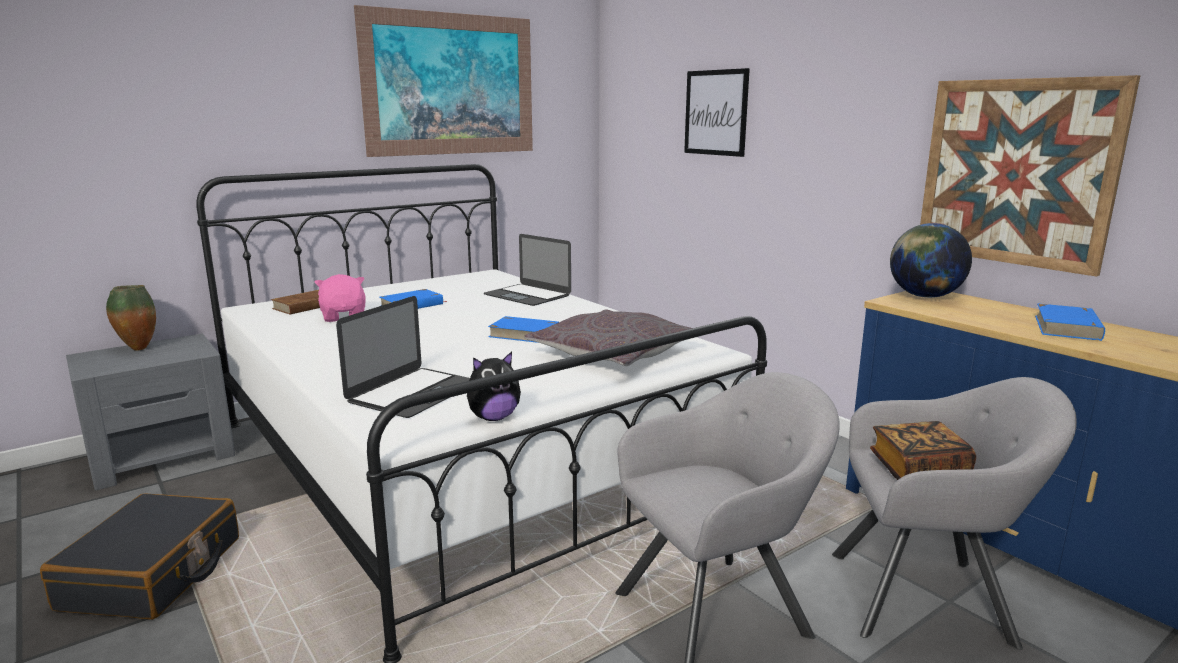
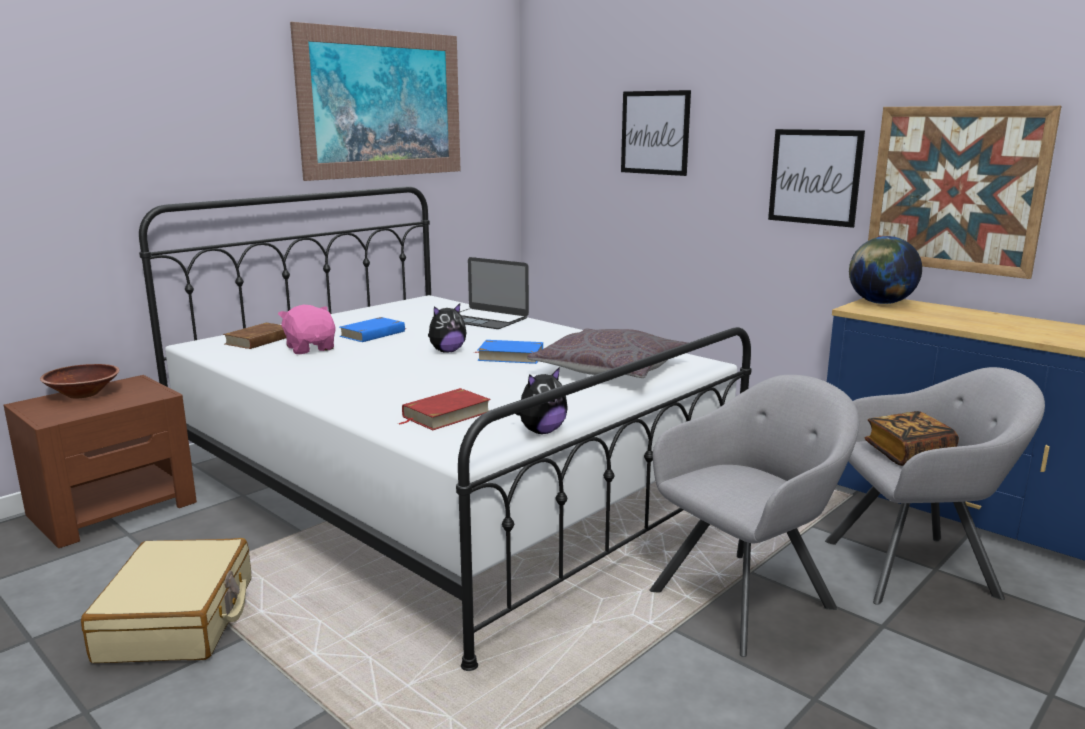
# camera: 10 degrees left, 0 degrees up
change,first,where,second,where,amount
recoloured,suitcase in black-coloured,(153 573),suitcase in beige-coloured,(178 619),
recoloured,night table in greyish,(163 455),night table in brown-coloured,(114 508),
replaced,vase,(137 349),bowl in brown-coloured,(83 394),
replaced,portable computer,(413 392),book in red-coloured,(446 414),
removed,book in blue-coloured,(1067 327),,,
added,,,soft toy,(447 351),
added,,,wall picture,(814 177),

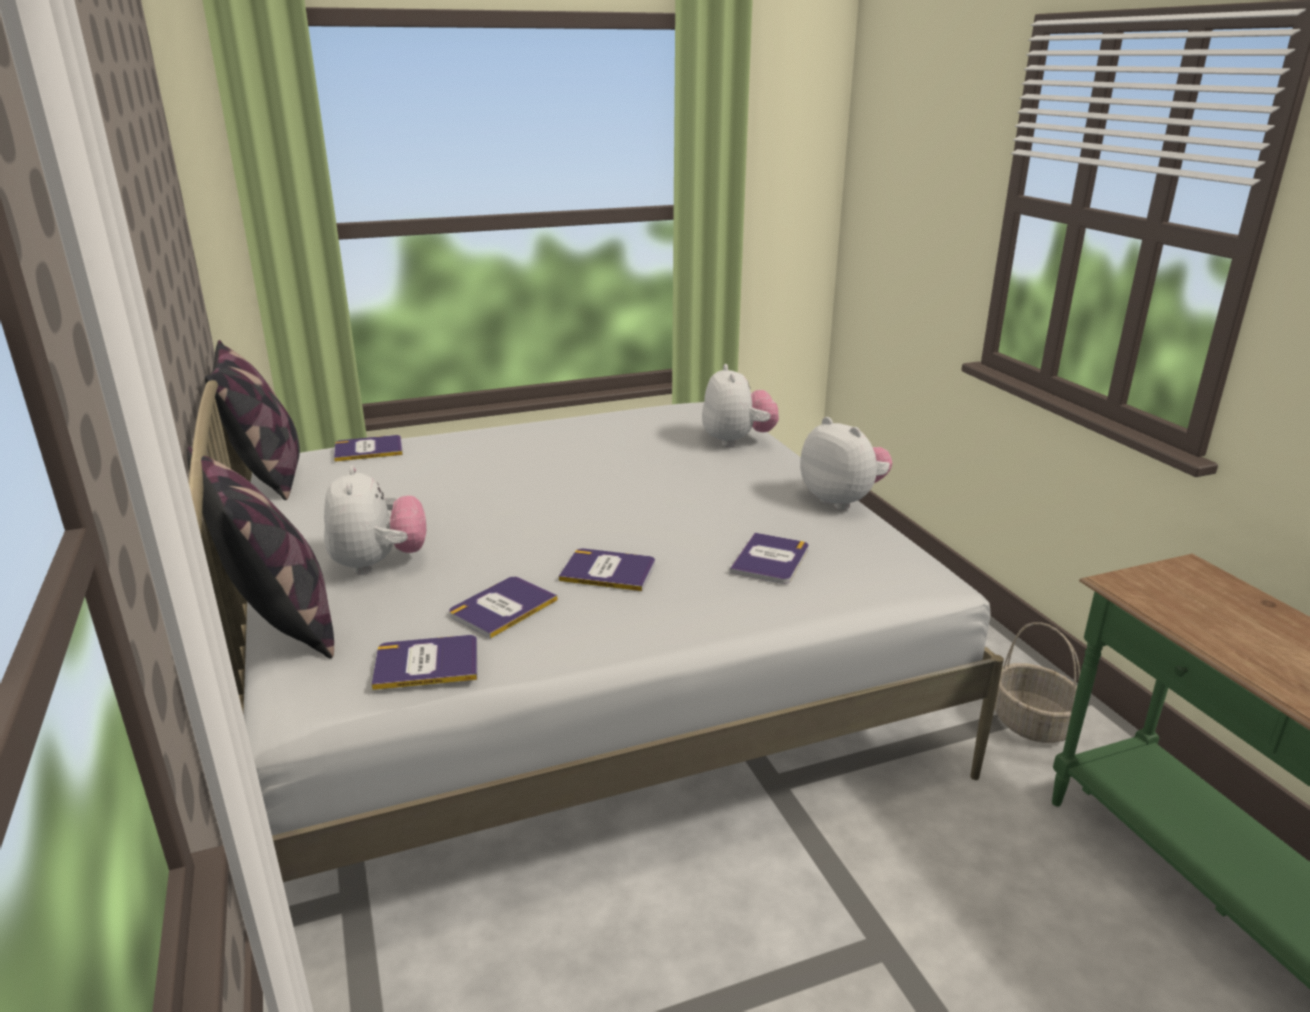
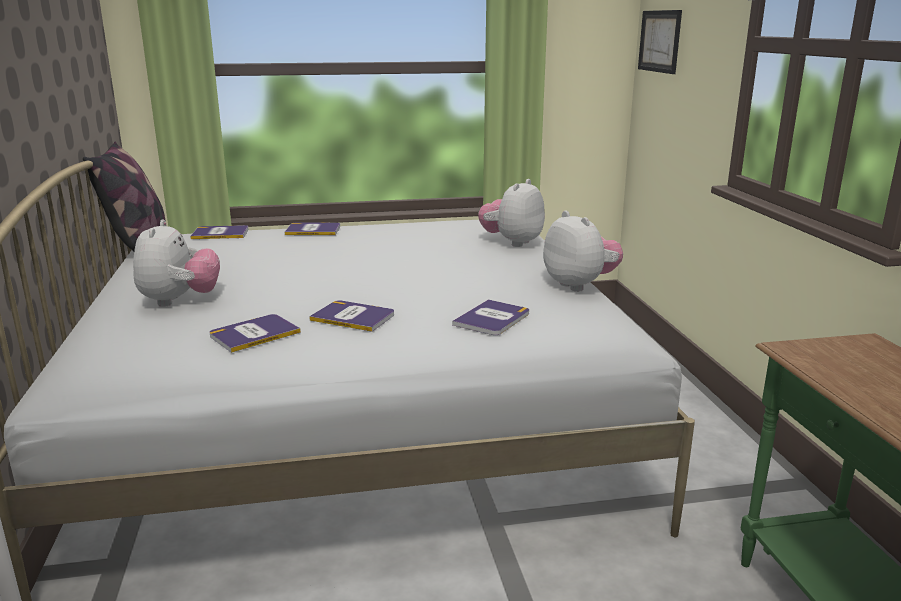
# camera: 10 degrees right, 5 degrees down
change,first,where,second,where,amount
removed,pillow,(281 622),,,
moved,book,(427 663),,(313 230),
turned,soft toy,(737 441),,(512 242),150 degrees counterclockwise
removed,household basket,(1030 723),,,
added,,,wall picture,(660 41),

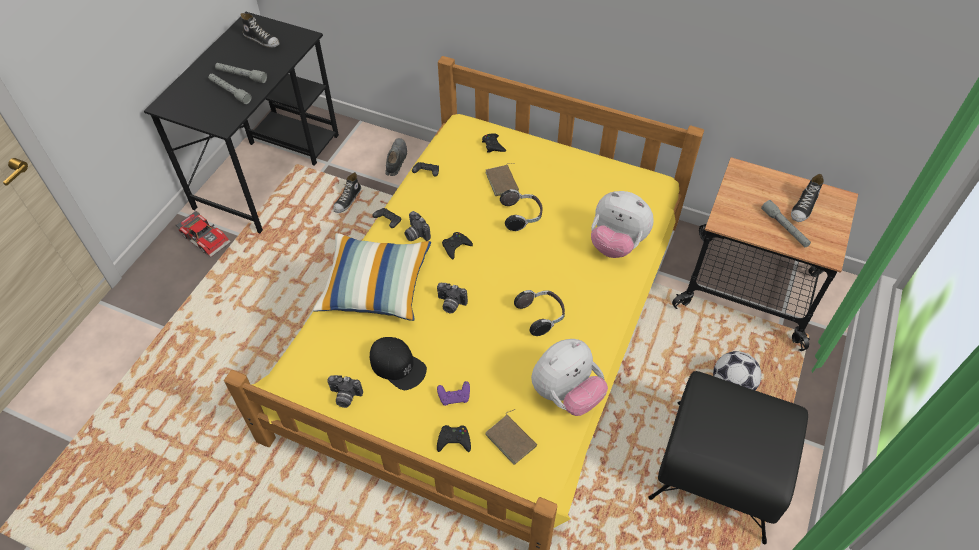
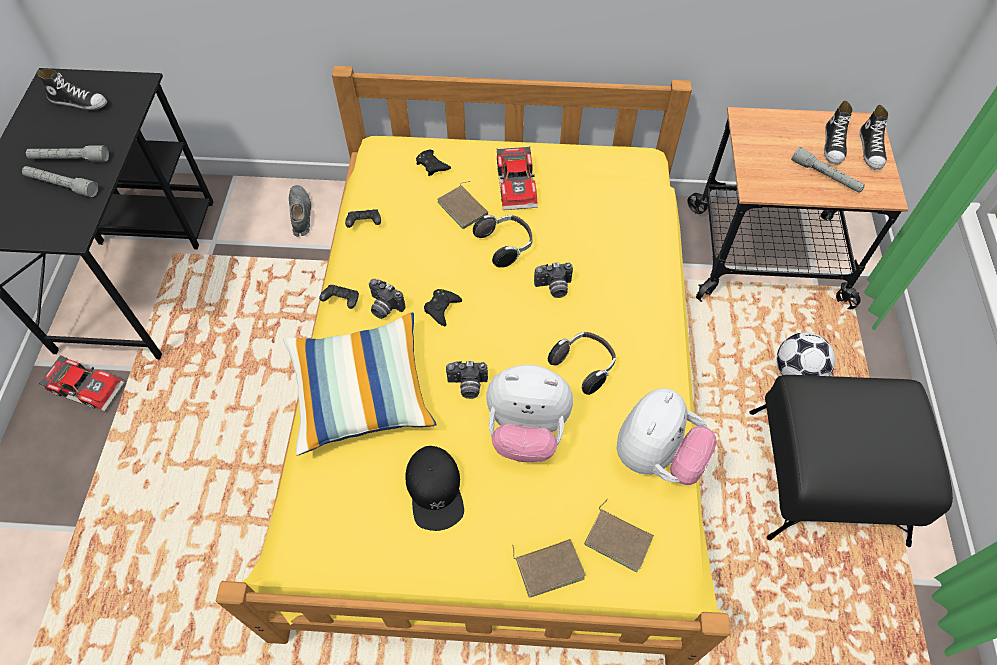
# camera: 20 degrees left, 5 degrees up
change,first,where,second,where,amount
moved,still camera,(345 397),,(554 288),
moved,item of footwear,(348 200),,(871 149),
turned,cap in black-coloured,(397 365),,(435 490),60 degrees clockwise
removed,gamepad in purplish,(454 397),,,
replaced,gamepad in black-coloured,(454 440),book in brown-coloured,(549 566),
moved,soft toy,(616 244),,(526 431),
added,,,miniature car,(518 184),

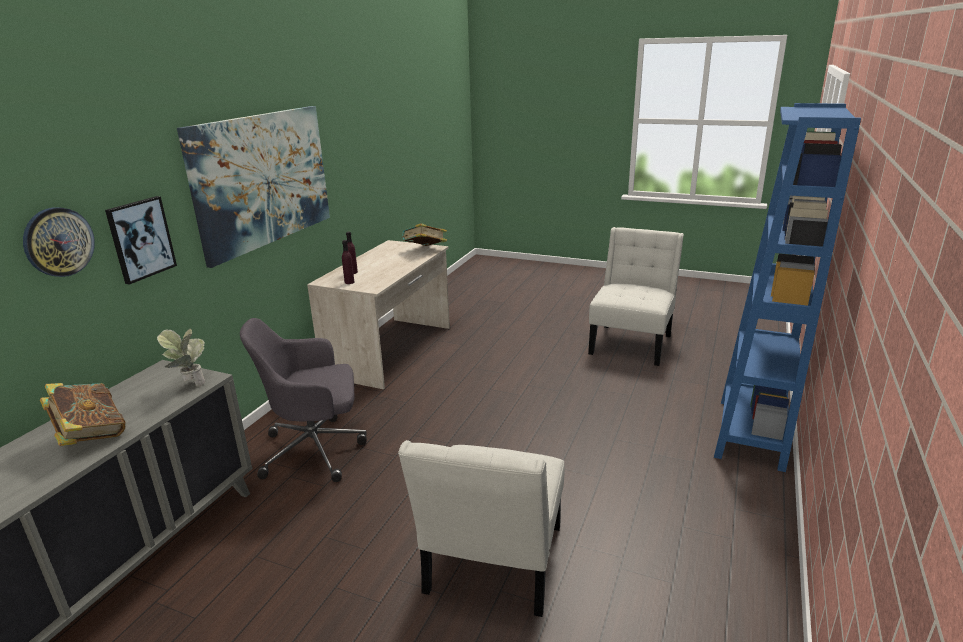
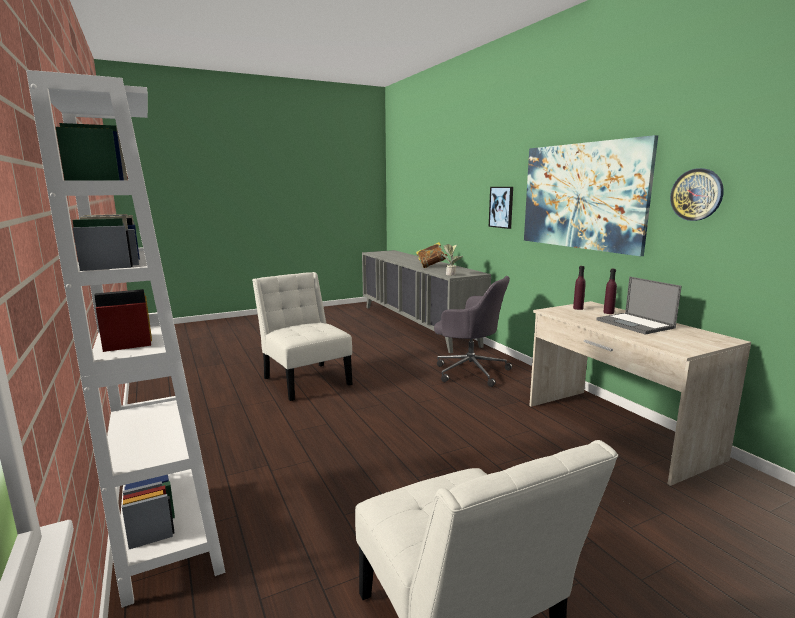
# camera: 130 degrees right, 10 degrees down
change,first,where,second,where,amount
moved,clock on the wall,(58 242),,(696 194),
turned,computer chair in greyish,(316 450),,(469 371),90 degrees clockwise
removed,book,(424 250),,,
recoloured,bookshelf in blue-coloured,(750 434),bookshelf in whitish,(171 538),
added,,,portable computer,(636 324),

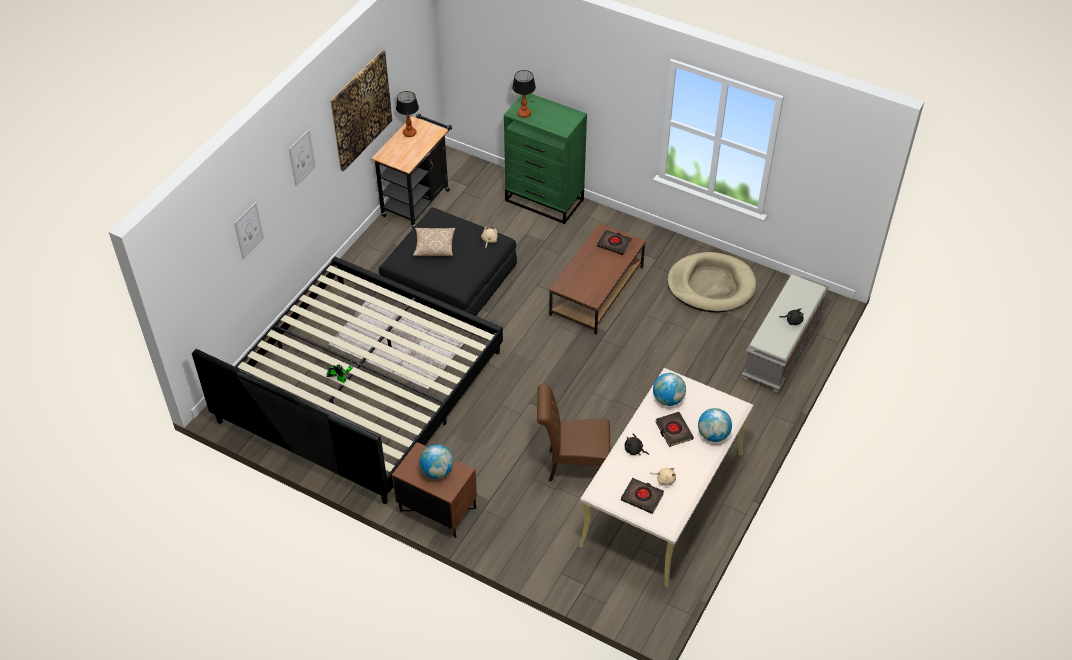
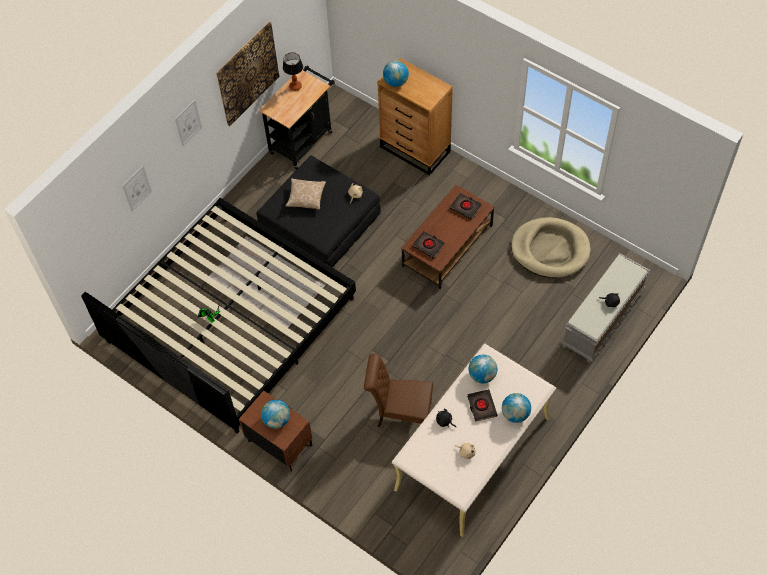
# camera: 10 degrees right, 10 degrees up
change,first,where,second,where,amount
recoloured,drawer chest in greenish,(545 200),drawer chest in brown-coloured,(415 150),
replaced,lamp for a table,(524 113),desk globe,(395 82),
moved,book in black-coloured,(642 497),,(428 246),

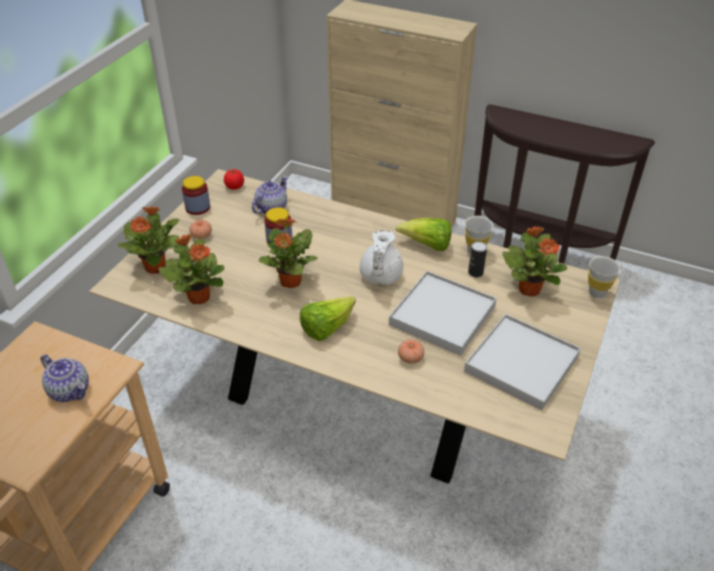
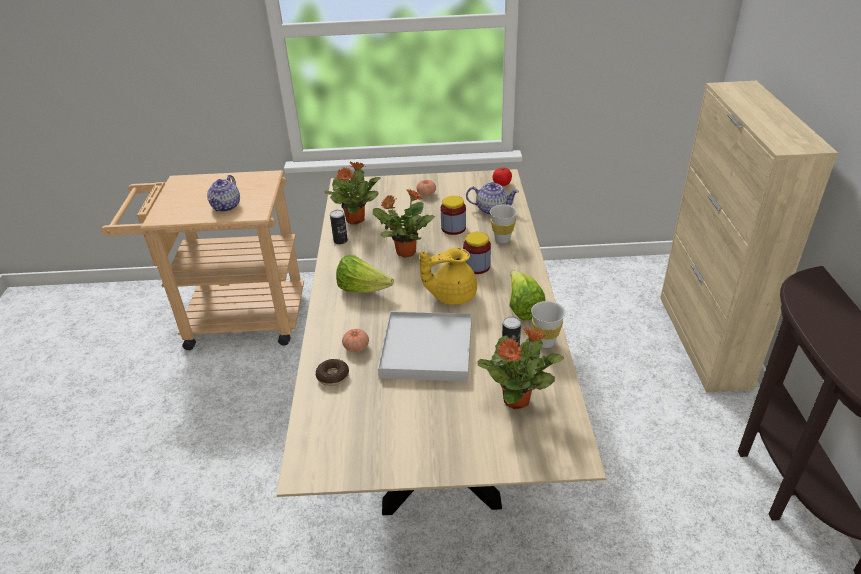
# camera: 65 degrees right, 5 degrees down
change,first,where,second,where,amount
removed,plant in a pot,(156 266),,,
moved,storage jar,(198 207),,(476 266),
recoloured,pot for tea in whitish,(380 277),pot for tea in yellow,(451 295),
removed,tray in whitish,(521 364),,,
moved,cup in whitish,(597 293),,(502 239),
added,,,doughnut,(333 376),
added,,,sealed can,(340 241),

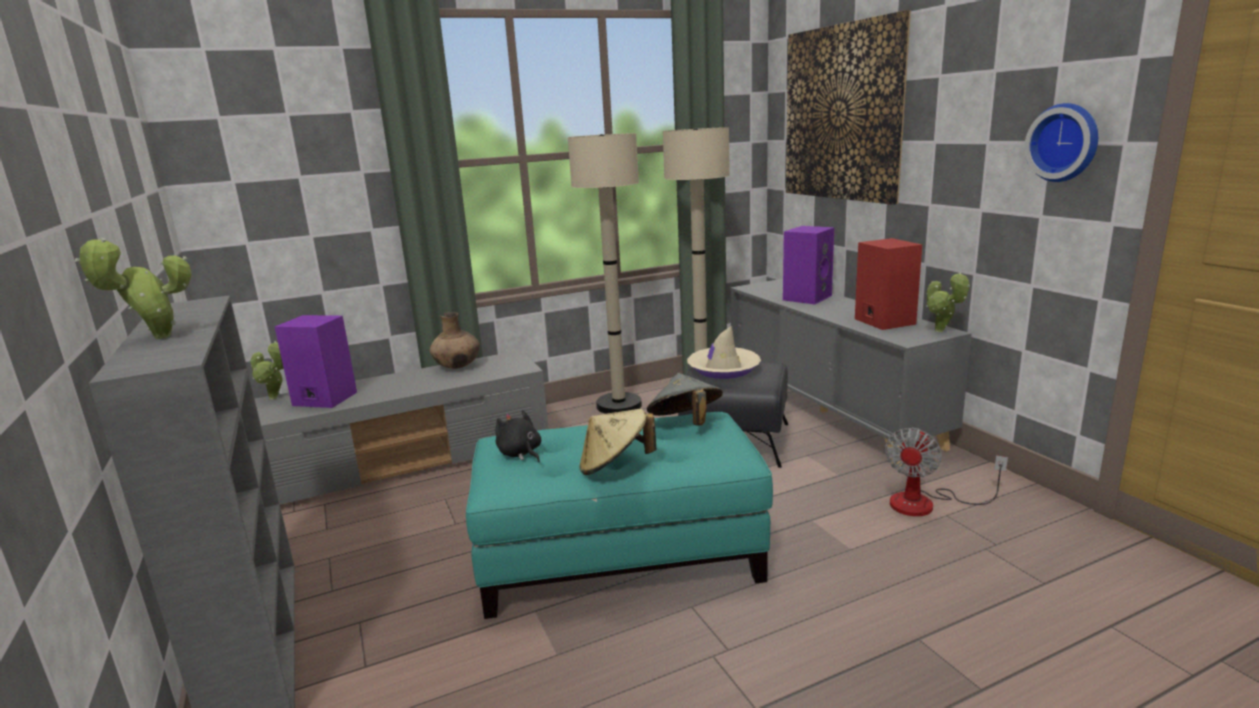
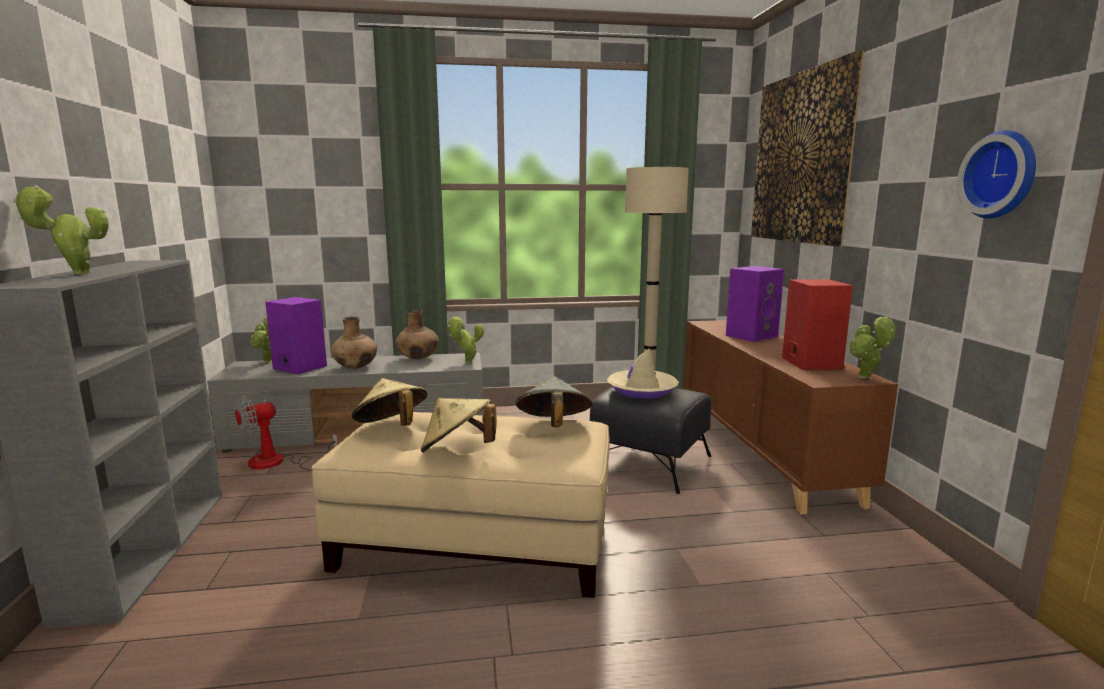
# camera: 15 degrees right, 5 degrees down
change,first,where,second,where,amount
recoloured,footrest in turquoise-coloured,(619 553),footrest in beige-coloured,(476 541),
replaced,soft toy in black-coloured,(520 454),clothing hat in beige-coloured,(391 427),
removed,standard lamp in beige-coloured,(619 405),,,
recoloured,cupboard in greyish,(829 410),cupboard in brown-coloured,(761 450),
moved,electric fan,(926 503),,(277 463),
added,,,vase in brown-coloured,(355 367),
added,,,plant in a pot,(466 362),

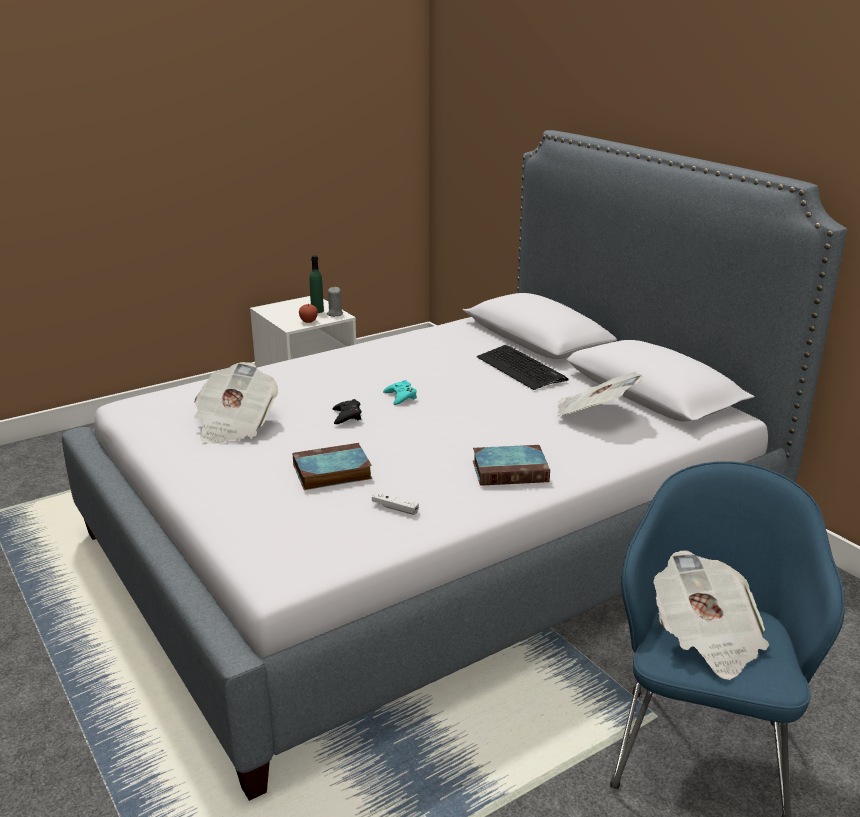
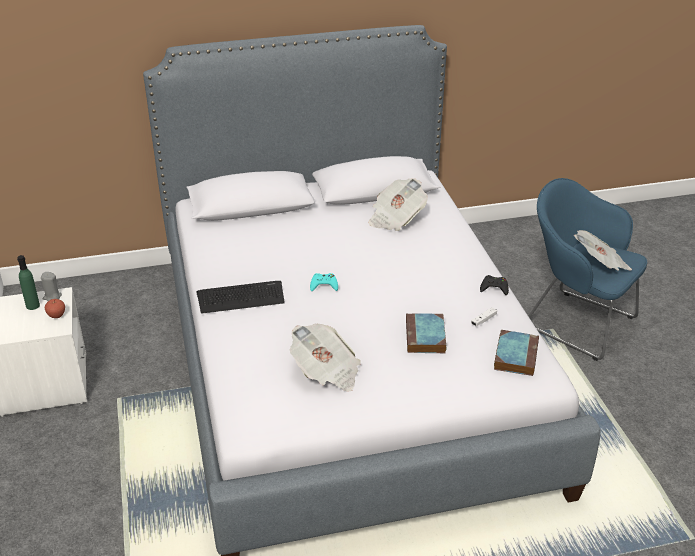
# camera: 70 degrees left, 10 degrees up
change,first,where,second,where,amount
moved,gamepad in black-coloured,(347 416),,(494 288),
moved,book,(511 471),,(515 355),
moved,PC keyboard,(521 369),,(241 297),

